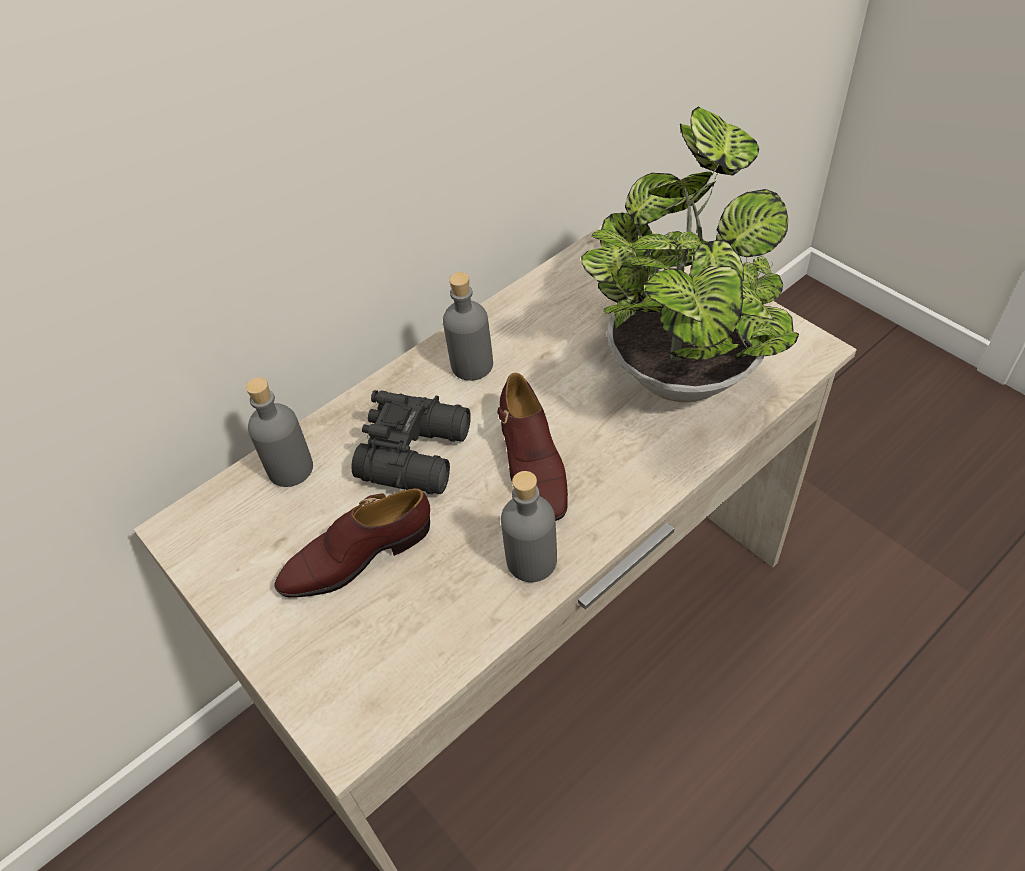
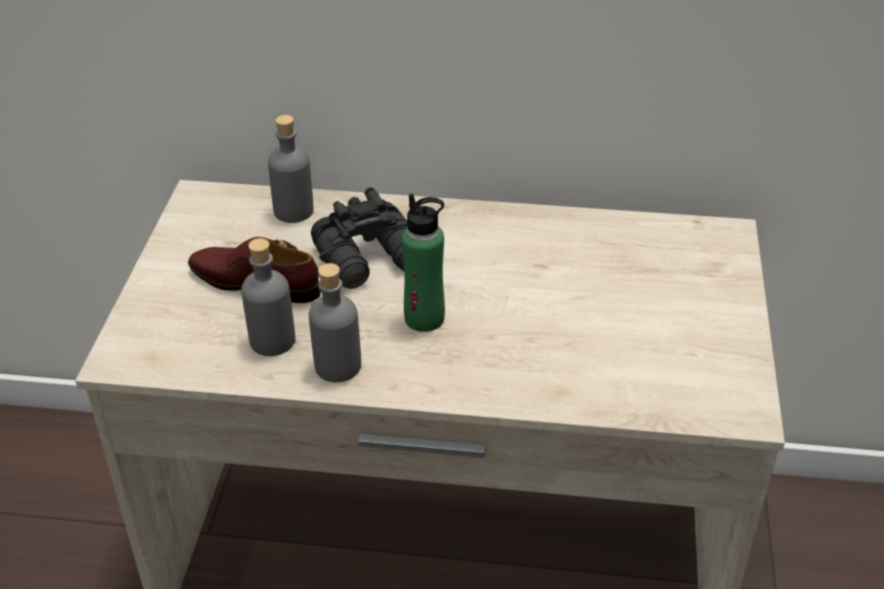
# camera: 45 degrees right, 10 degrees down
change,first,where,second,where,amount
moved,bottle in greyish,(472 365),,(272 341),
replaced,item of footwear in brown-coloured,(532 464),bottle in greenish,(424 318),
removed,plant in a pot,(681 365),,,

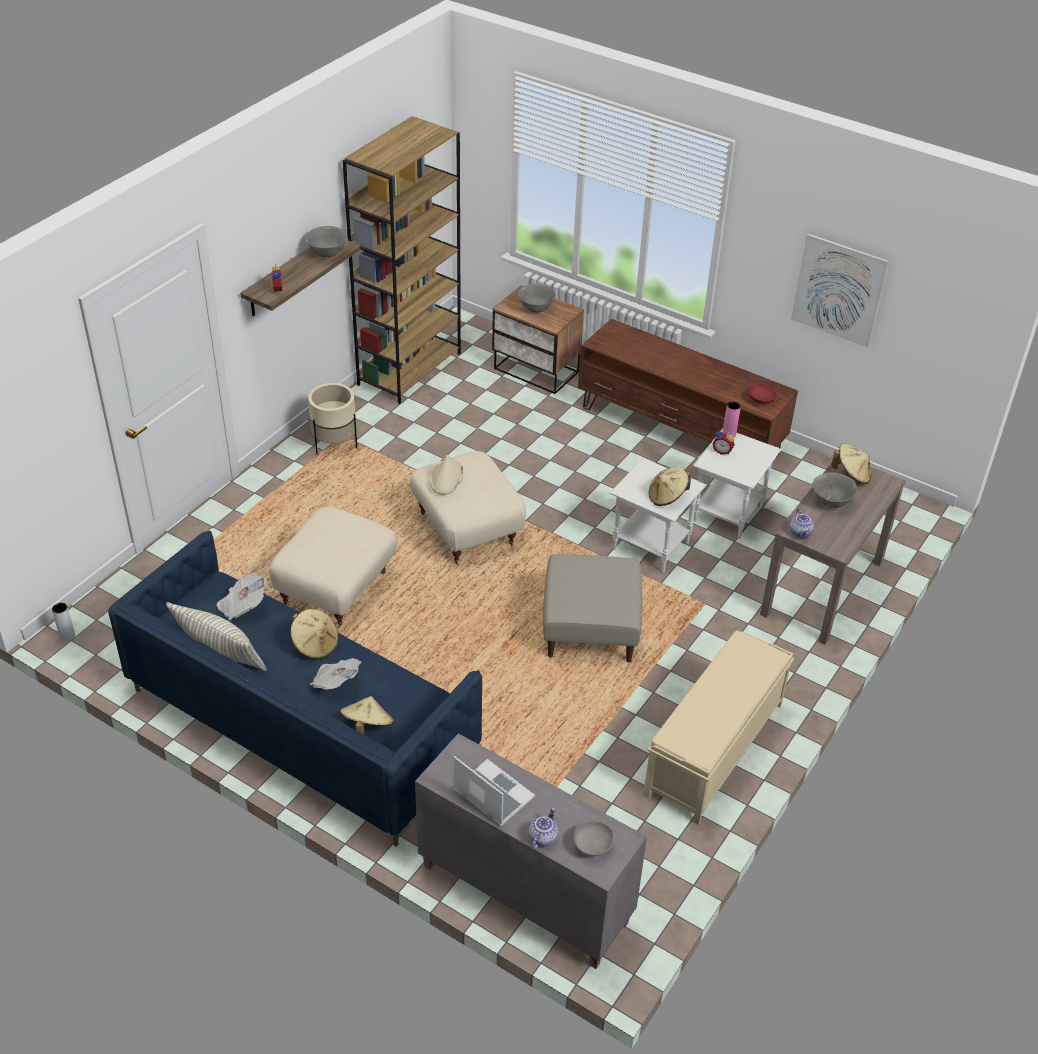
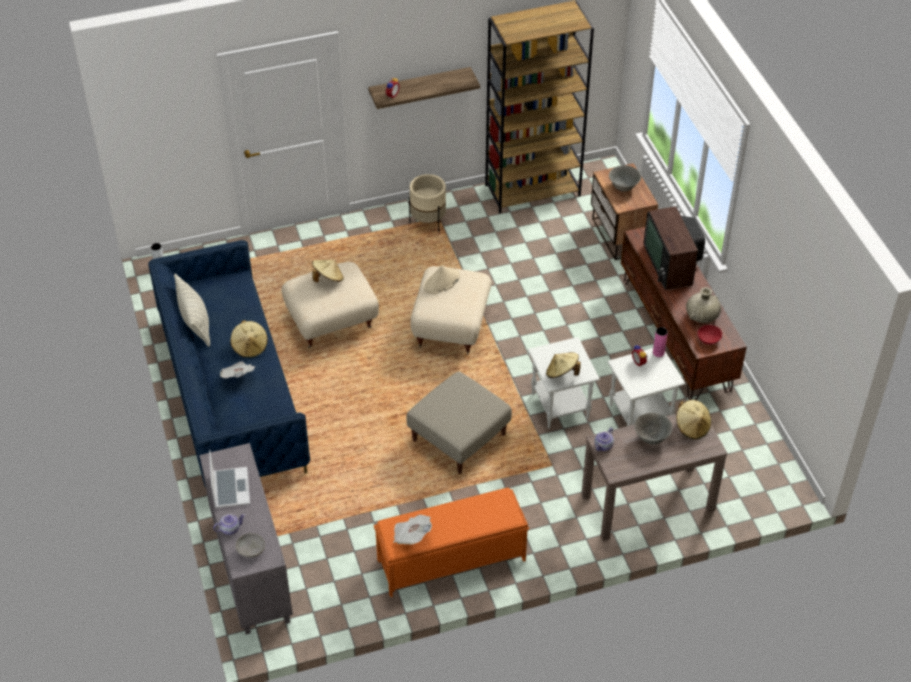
# camera: 40 degrees right, 5 degrees up
change,first,where,second,where,amount
moved,daily paper,(242 606),,(411 535),
removed,bowl in greyish,(327 253),,,
moved,clothing hat in beige-coloured,(367 727),,(328 278),
recoloured,bench in beige-coloured,(713 750),bench in orangey,(450 560),
removed,wall picture,(838 290),,,
added,,,TV,(671 263),
added,,,vase in beige-coloured,(701 316),

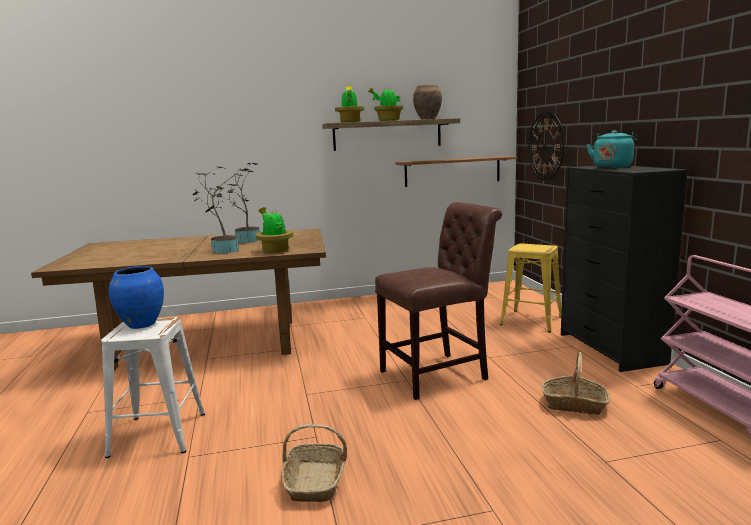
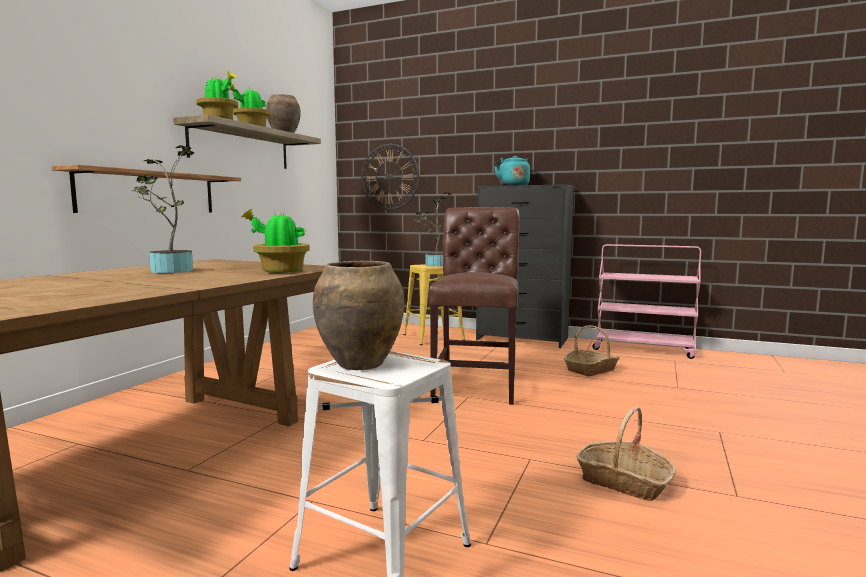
# camera: 55 degrees left, 5 degrees down
change,first,where,second,where,amount
recoloured,vase in blue-coloured,(141 325),vase in brown-coloured,(361 364),
moved,plant in a pot,(222 250),,(434 265),
moved,bracket shelf,(452 171),,(149 193),

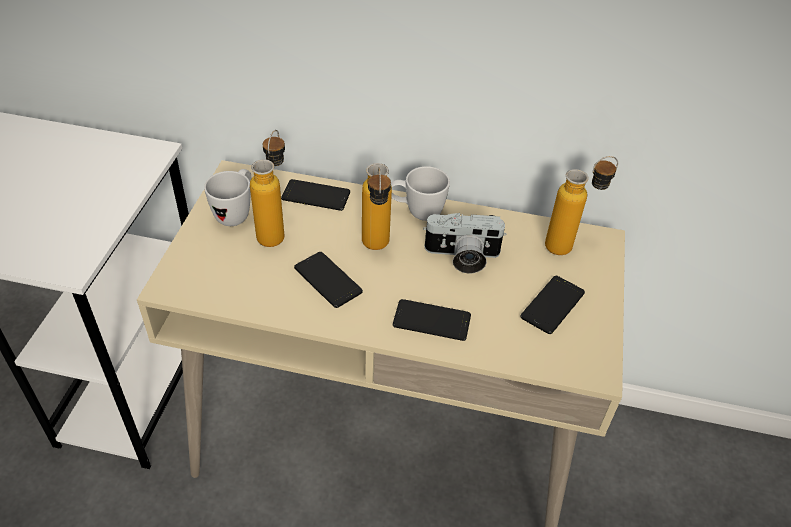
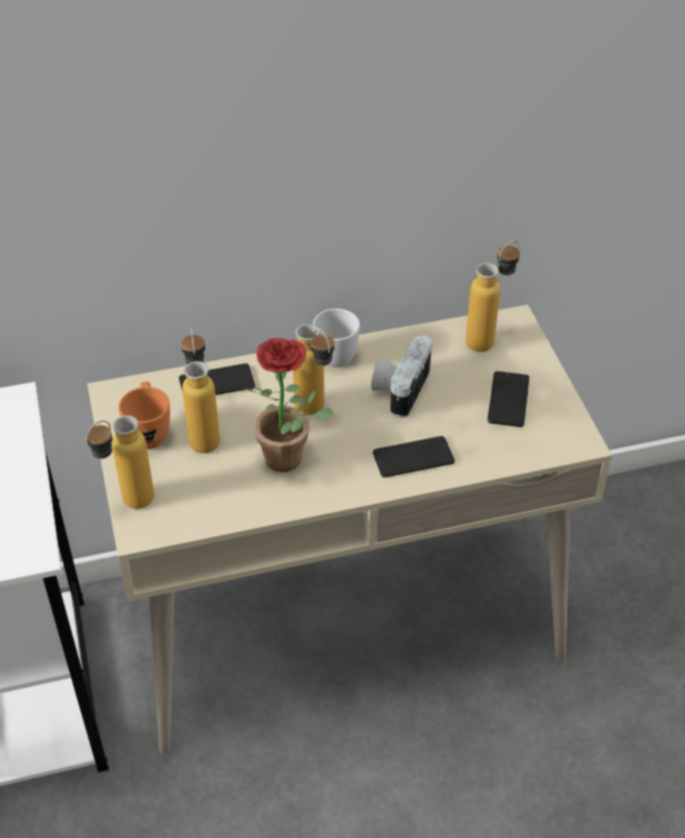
# camera: 25 degrees left, 0 degrees up
change,first,where,second,where,amount
recoloured,coffee mug in whitish,(236 213),coffee mug in orangey,(149 432),
replaced,handset,(328 280),plant in a pot,(291 460),
turned,still camera,(462 257),,(400 388),135 degrees clockwise
added,,,bottle,(127 505),

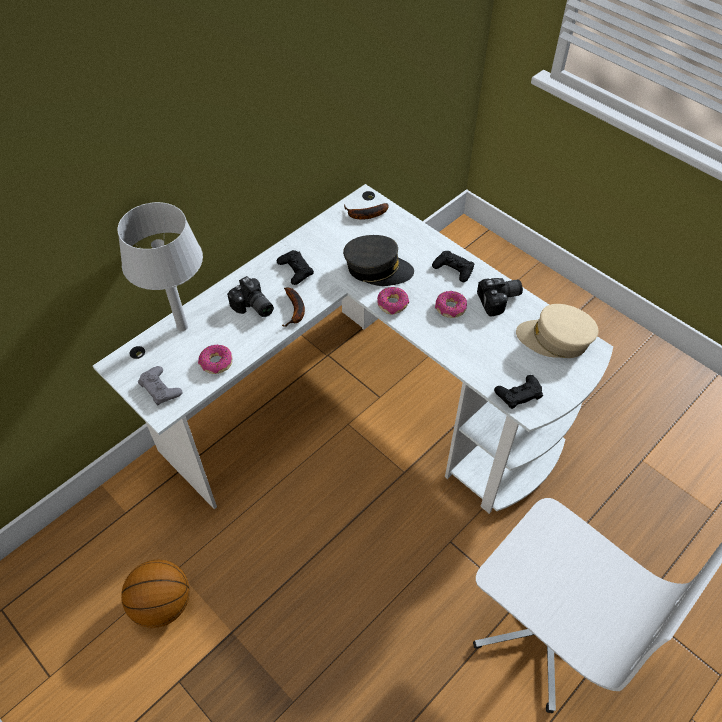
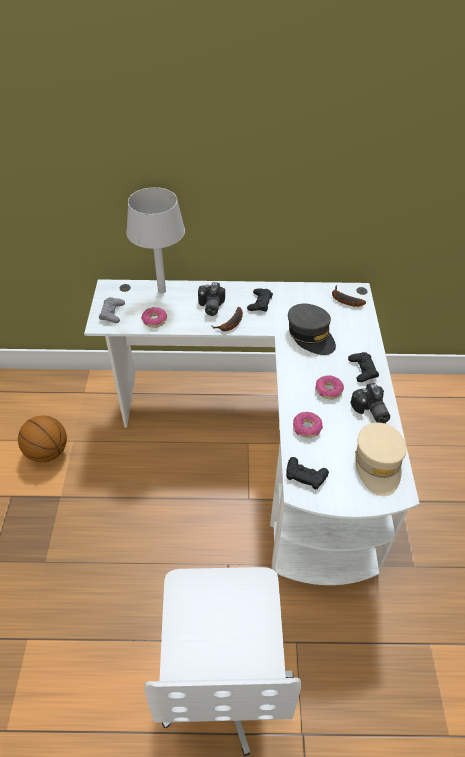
# camera: 45 degrees right, 5 degrees down
change,first,where,second,where,amount
moved,doughnut,(392 304),,(307 428),
turned,still camera,(500 301),,(370 411),45 degrees clockwise
turned,cap in beige-coloured,(555 339),,(378 464),150 degrees counterclockwise

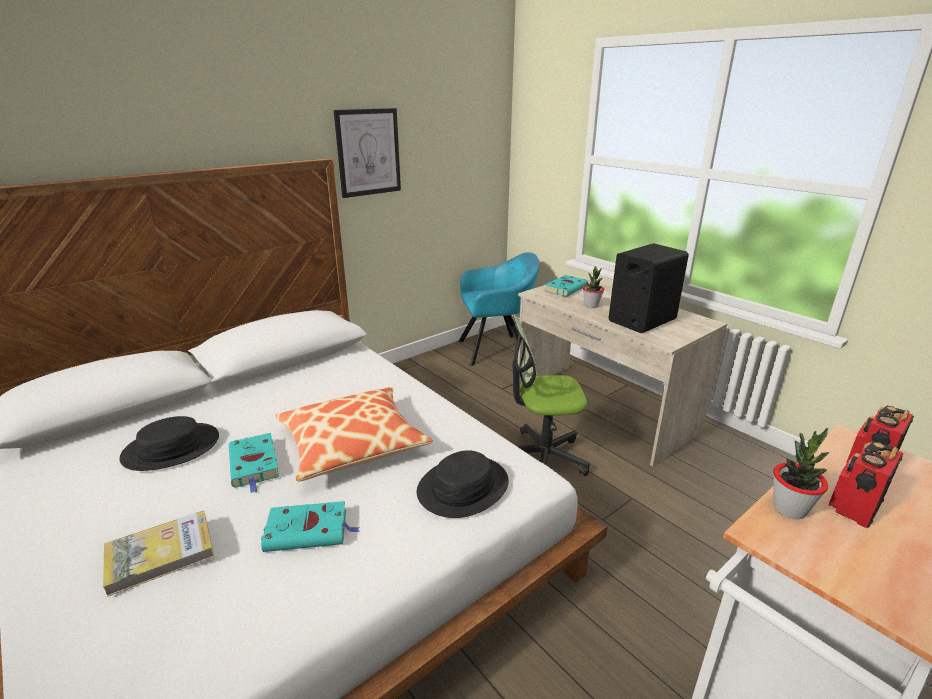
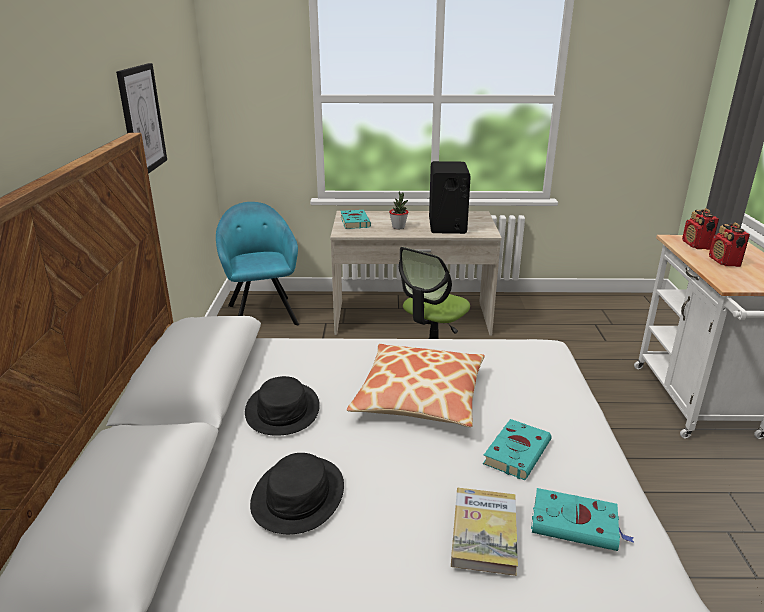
# camera: 50 degrees left, 0 degrees up
change,first,where,second,where,amount
moved,book in turquoise-coloured,(254 464),,(577 524),
moved,clothing hat in black-coloured,(463 487),,(283 410),
turned,armchair in turquoise-coloured,(496 349),,(262 313),45 degrees counterclockwise
removed,plant in a pot,(789 509),,,

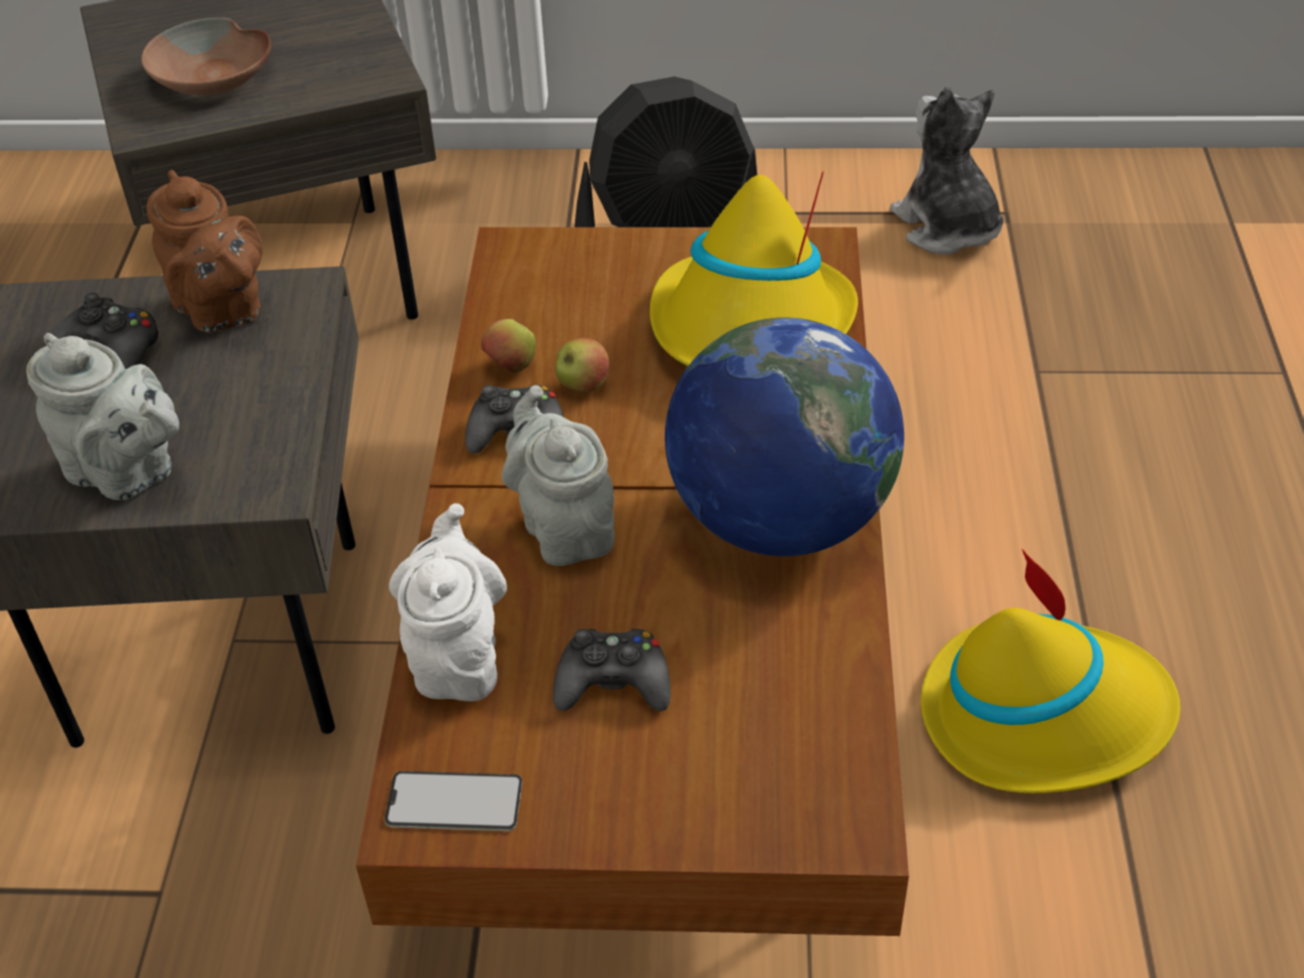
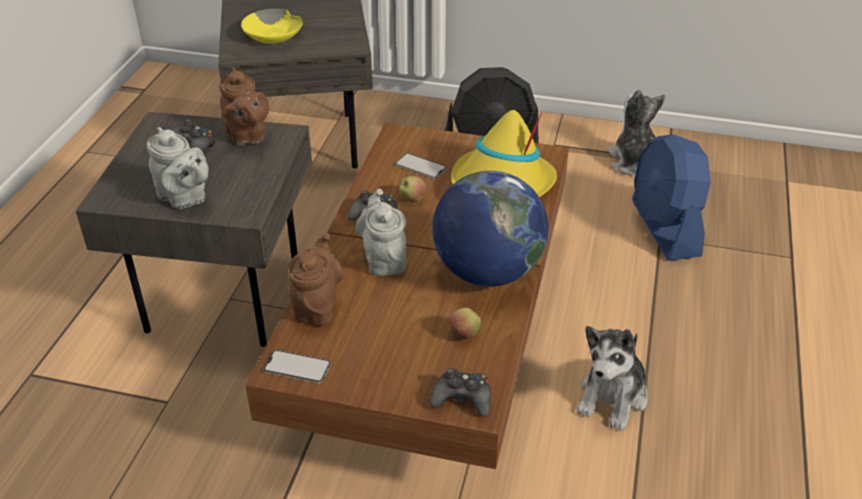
# camera: 10 degrees right, 5 degrees down
change,first,where,second,where,amount
recoloured,bowl in brown-coloured,(213 77),bowl in yellow,(273 36),
recoloured,pot for tea in whitish,(457 657),pot for tea in brown-coloured,(317 306),
moved,apple fruit,(511 367),,(464 335),
moved,gamepad in black-coloured,(613 682),,(462 398),
replaced,clothing hat in yellow,(1043 715),soft toy,(612 397),
added,,,handset,(420 166),
added,,,electric fan in blue-coloured,(665 228),

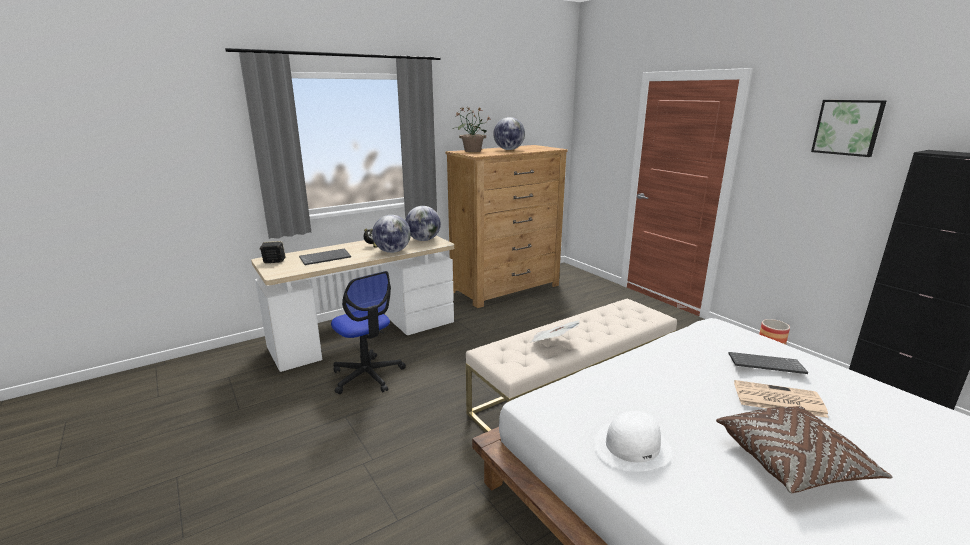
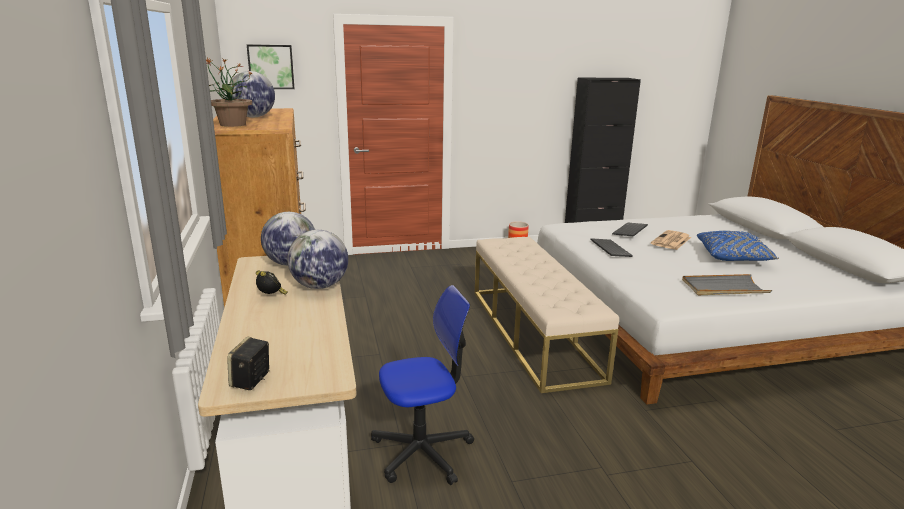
# camera: 70 degrees left, 0 degrees up
change,first,where,second,where,amount
moved,PC keyboard,(326 257),,(609 249),
removed,daily paper,(553 343),,,
replaced,clothing hat in whitish,(632 447),tray in greyish,(724 288),
recoloured,pillow in brown-coloured,(792 462),pillow in blue-coloured,(733 257),
moved,wall picture,(848 127),,(271 67),

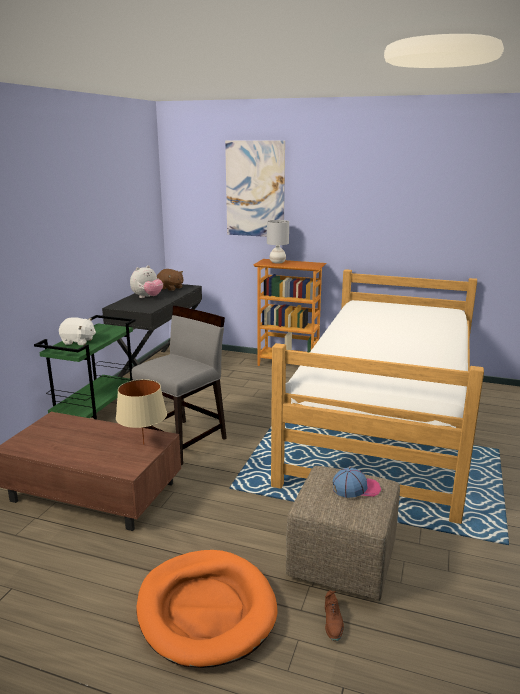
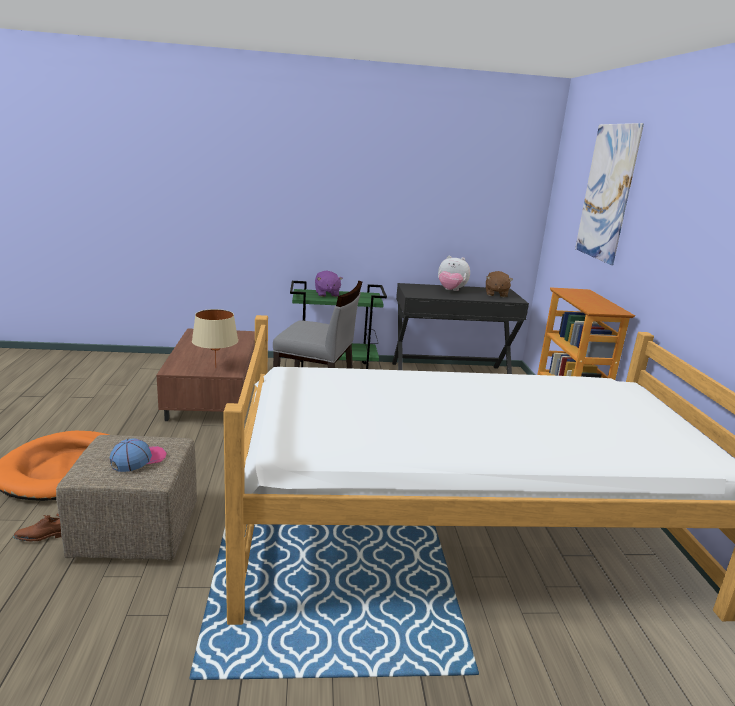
# camera: 65 degrees right, 0 degrees up
change,first,where,second,where,amount
recoloured,soft toy in whitish,(78 342),soft toy in purplish,(326 294),
removed,lamp for a table in greyish,(277 262),,,
turned,cap,(356 488),,(138 459),105 degrees counterclockwise

